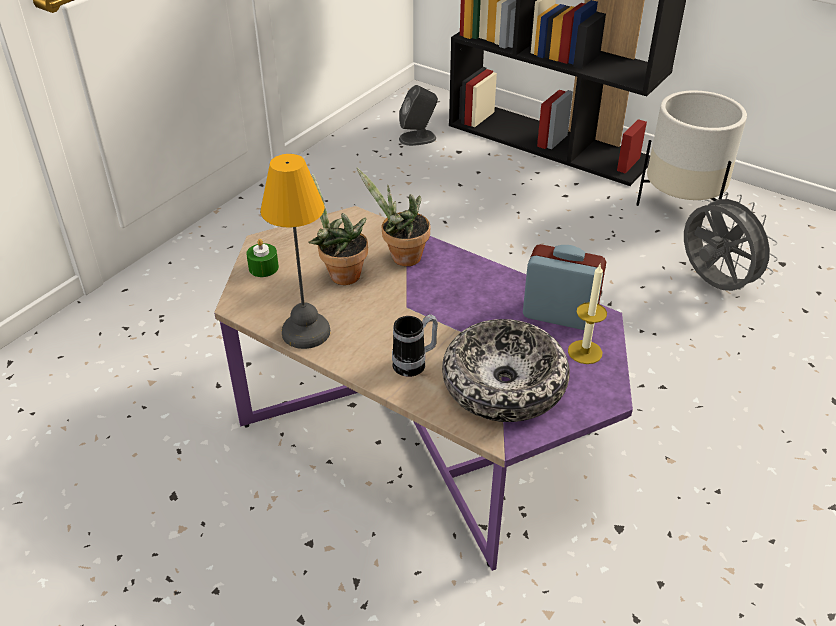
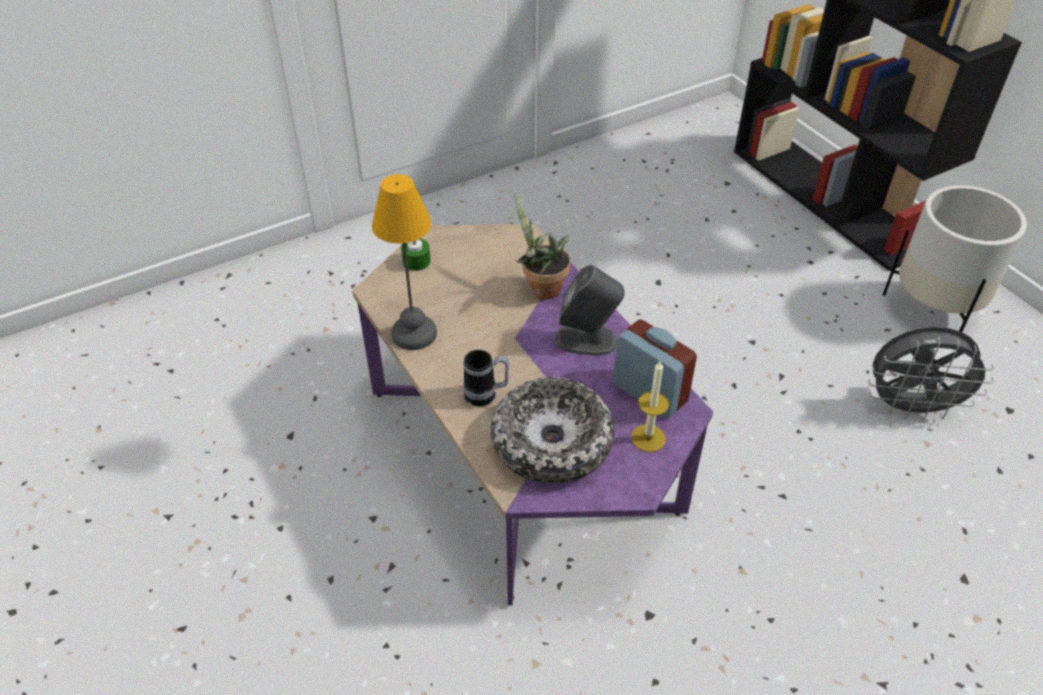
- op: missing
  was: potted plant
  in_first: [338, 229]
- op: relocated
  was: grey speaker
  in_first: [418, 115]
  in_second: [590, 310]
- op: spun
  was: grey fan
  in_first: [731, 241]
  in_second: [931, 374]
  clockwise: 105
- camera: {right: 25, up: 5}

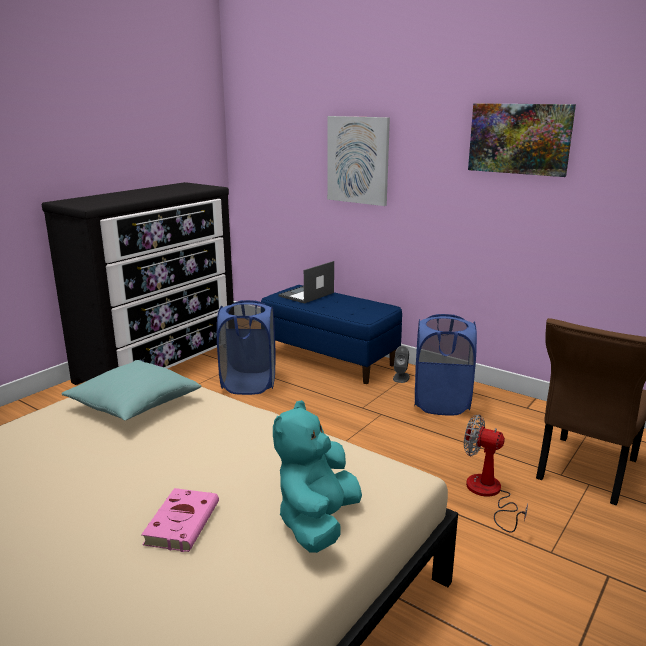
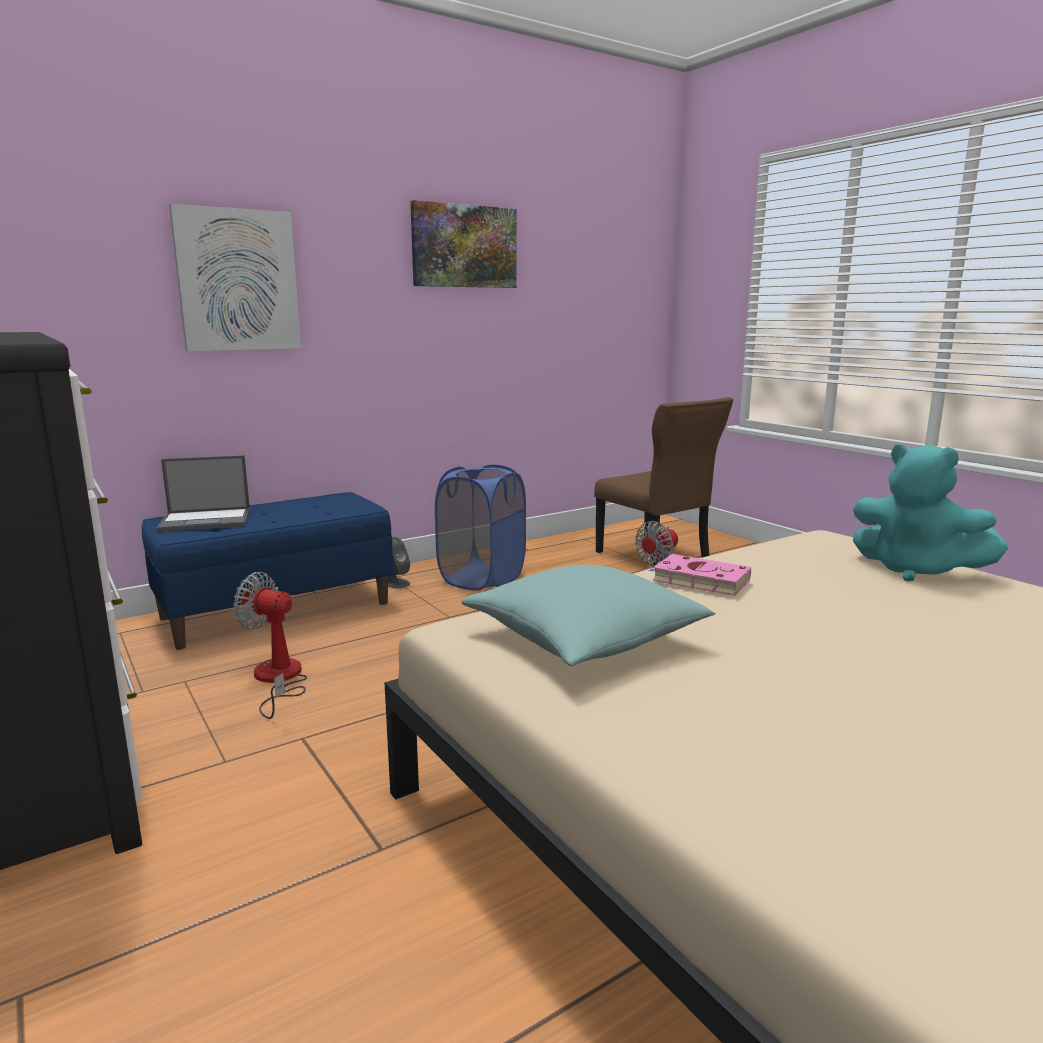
- op: relocated
  was: pink book
  in_first: [180, 520]
  in_second: [699, 575]
- op: exchanged
  was: blue laundry basket
  now: fan
  in_first: [246, 347]
  in_second: [270, 645]
- op: spun
  was: laptop
  in_first: [306, 282]
  in_second: [203, 493]
  clockwise: -75
- camera: {right: -70, up: -5}

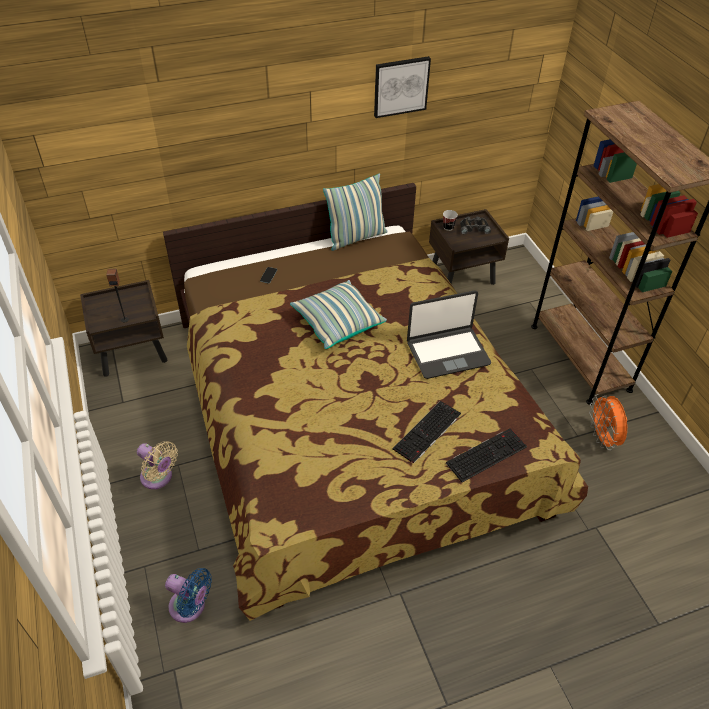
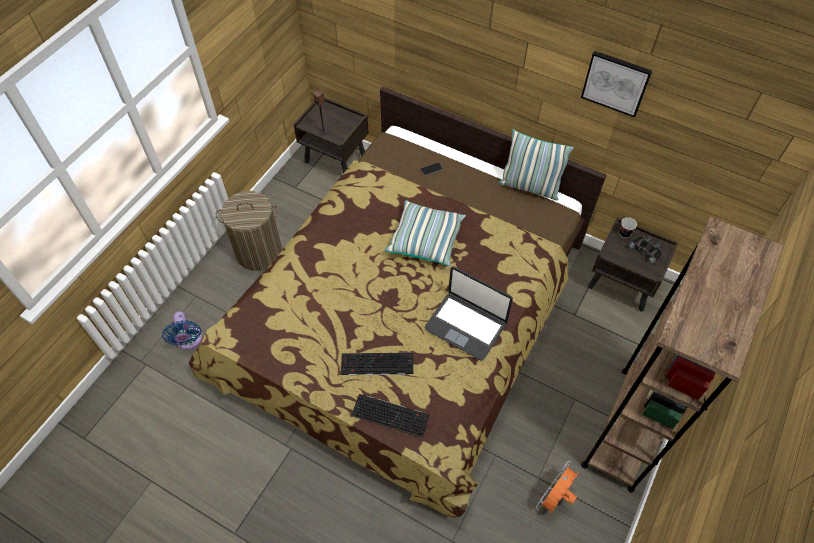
- op: exchanged
  was: beige fan
  now: laundry basket
  in_first: [157, 465]
  in_second: [249, 231]
- camera: {right: 50, up: 10}

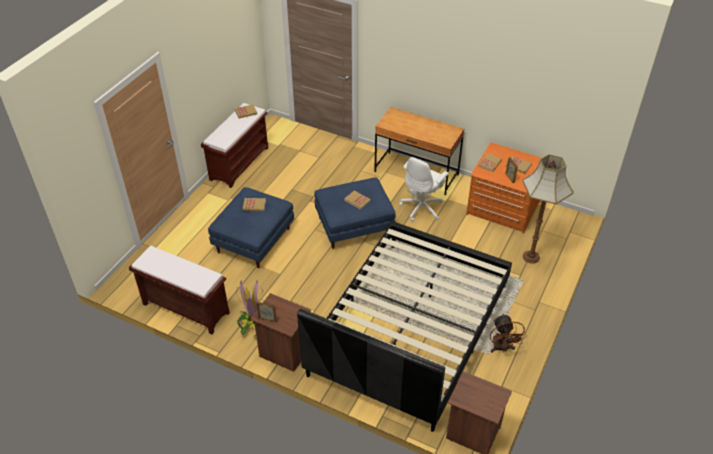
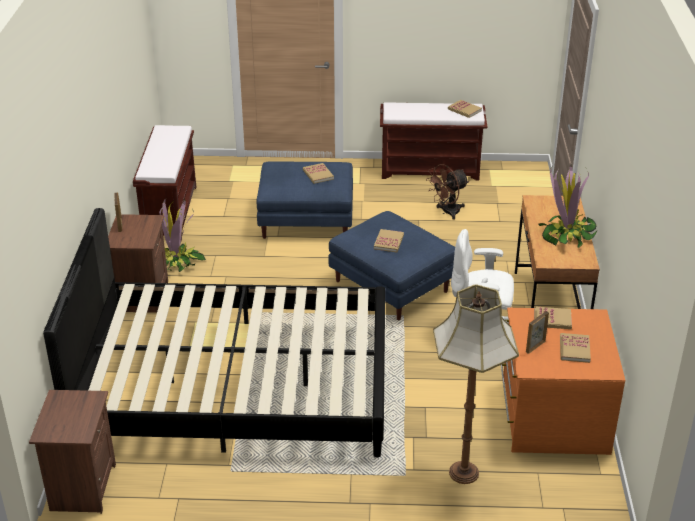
- op: relocated
  was: brown fan
  in_first: [508, 333]
  in_second: [447, 192]
- op: appeared
  now: potted plant
  in_second: [567, 206]
- camera: {right: 65, up: -10}

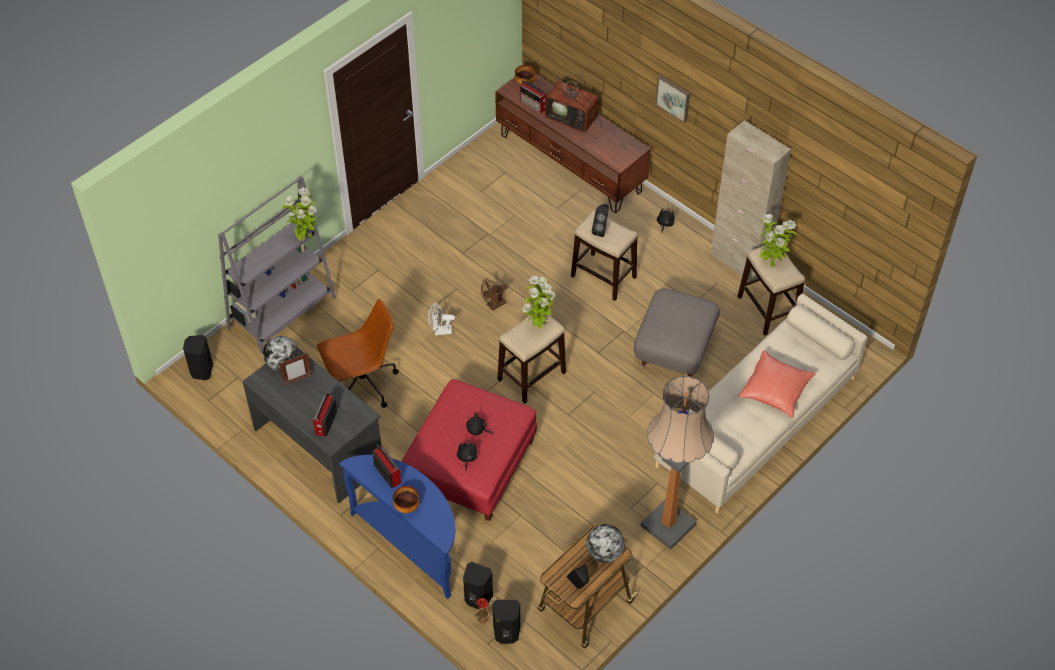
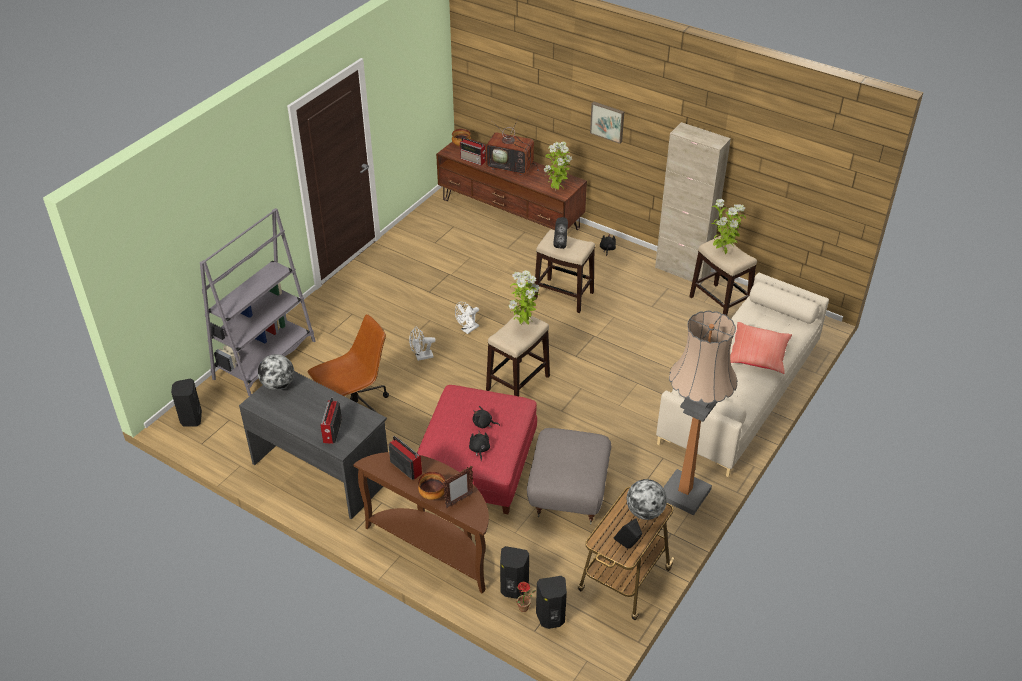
- op: relocated
  was: picture frame
  in_first: [295, 369]
  in_second: [458, 487]
- op: relocated
  was: potted plant
  in_first: [299, 214]
  in_second: [557, 166]
- op: colour
  was: blue console table
  now: brown console table
  in_first: [397, 527]
  in_second: [421, 523]
- op: colour
  was: brown fan
  now: white fan
  in_first: [494, 295]
  in_second: [467, 318]
- op: relocated
  was: grey ottoman
  in_first: [677, 332]
  in_second: [569, 476]
- camera: {right: -10, up: -10}

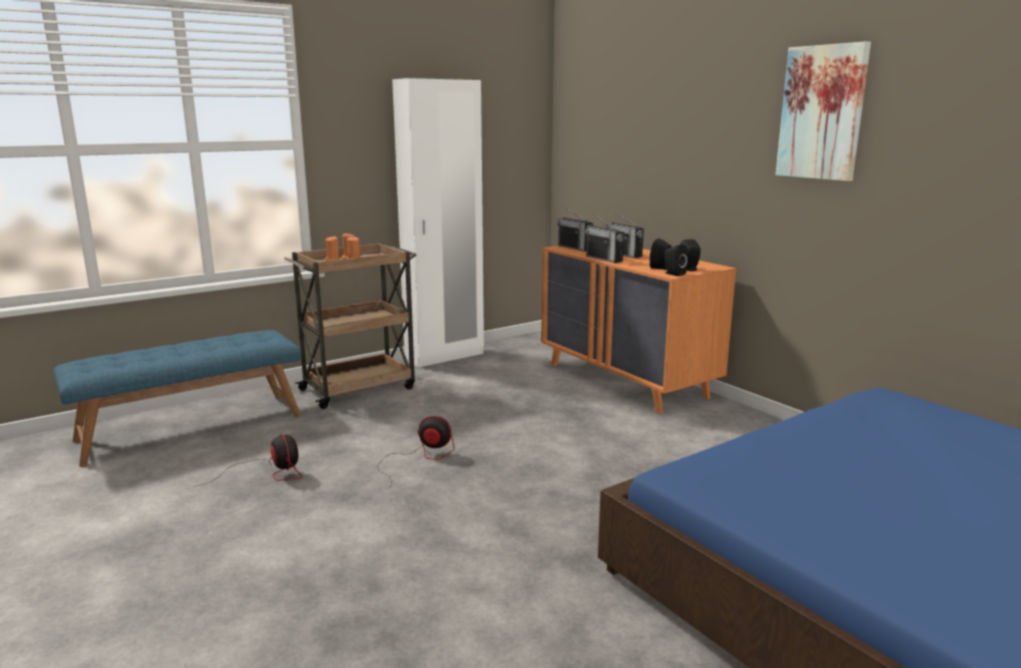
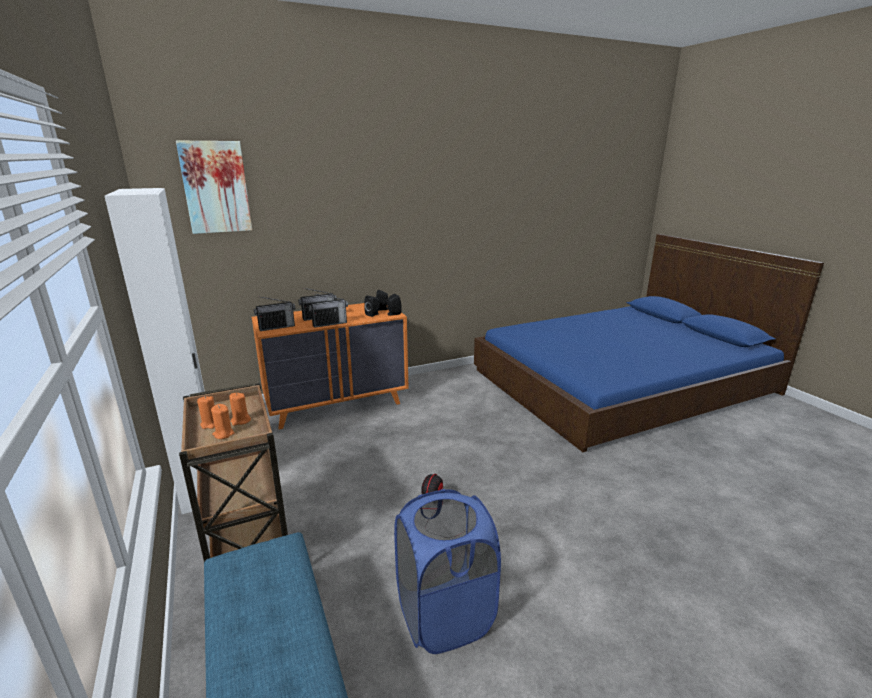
- op: exchanged
  was: fan
  now: blue laundry basket
  in_first: [248, 460]
  in_second: [447, 571]
- op: relocated
  was: picture
  in_first: [823, 111]
  in_second: [214, 187]
- camera: {right: -80, up: 5}

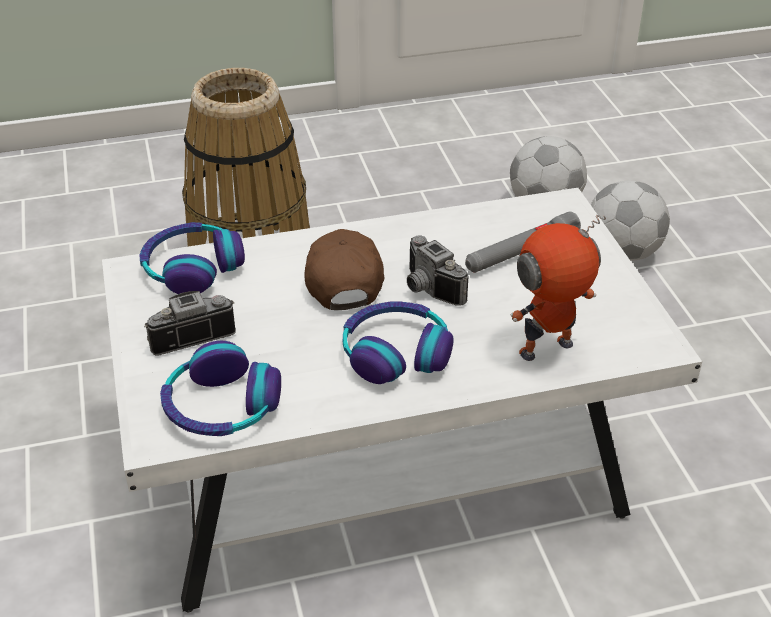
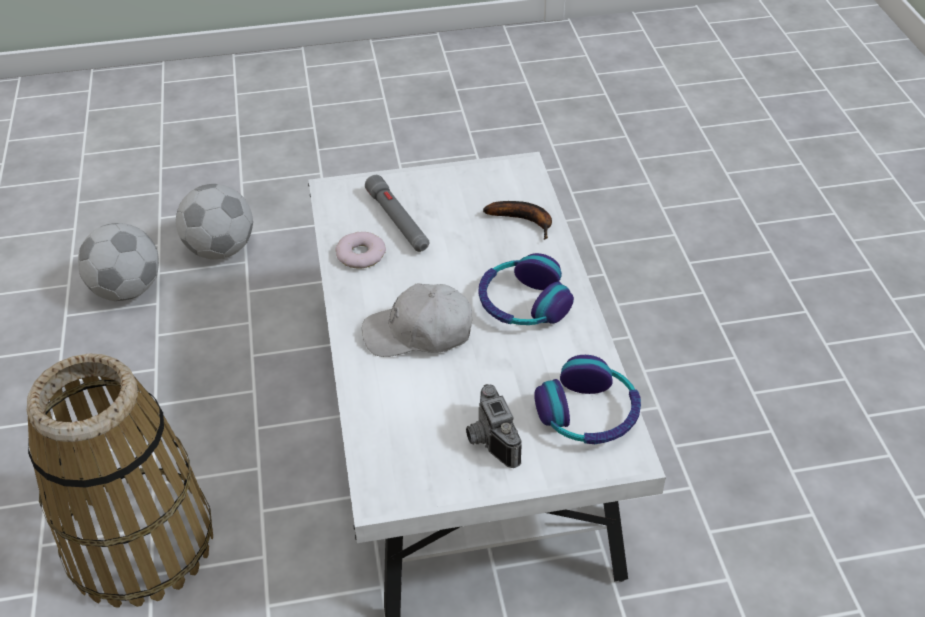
- op: missing
  was: headphones
  in_first: [192, 258]
- op: colour
  was: brown cap
  now: white cap
  in_first: [345, 269]
  in_second: [417, 320]
- op: missing
  was: photo camera
  in_first: [437, 271]
- op: exchanged
  was: toy robot
  now: banana
  in_first: [558, 288]
  in_second: [517, 220]
- op: appeared
  now: donut
  in_second: [360, 250]
- camera: {right: -85, up: 5}

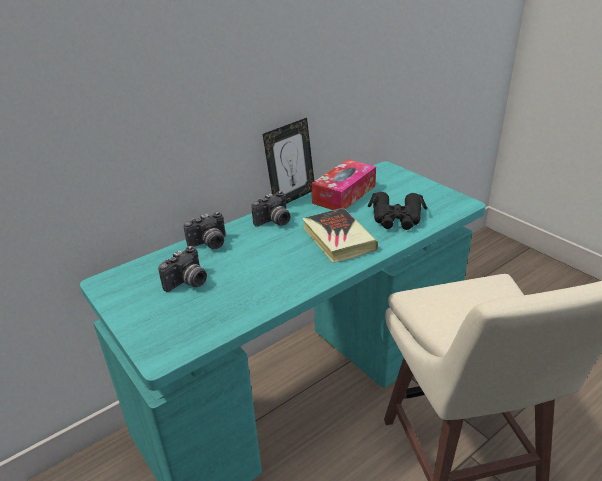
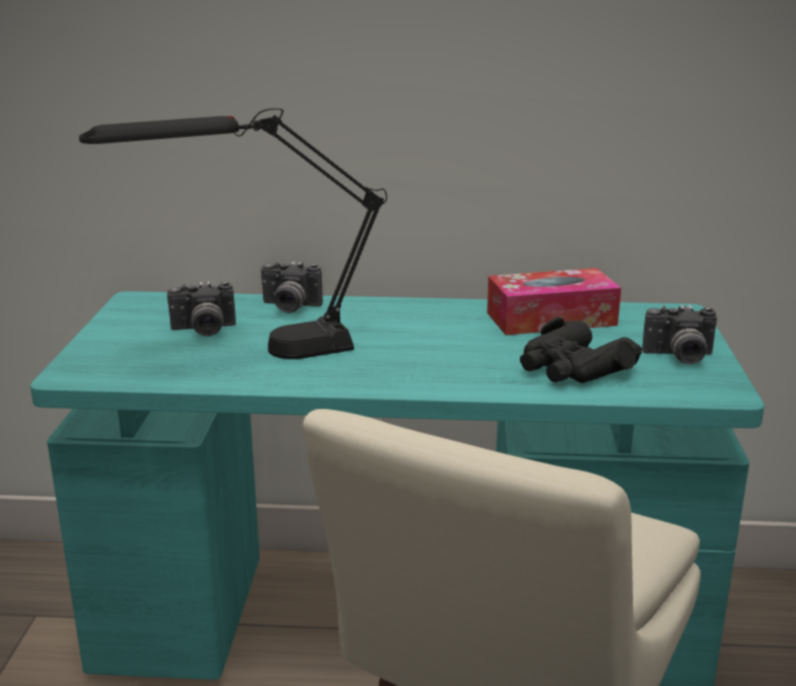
- op: relocated
  was: photo camera
  in_first: [270, 209]
  in_second: [679, 334]
- op: missing
  was: picture frame
  in_first: [288, 161]
- op: missing
  was: book
  in_first: [340, 235]
- op: appeared
  now: black table lamp
  in_second: [233, 233]
- camera: {right: 40, up: -10}

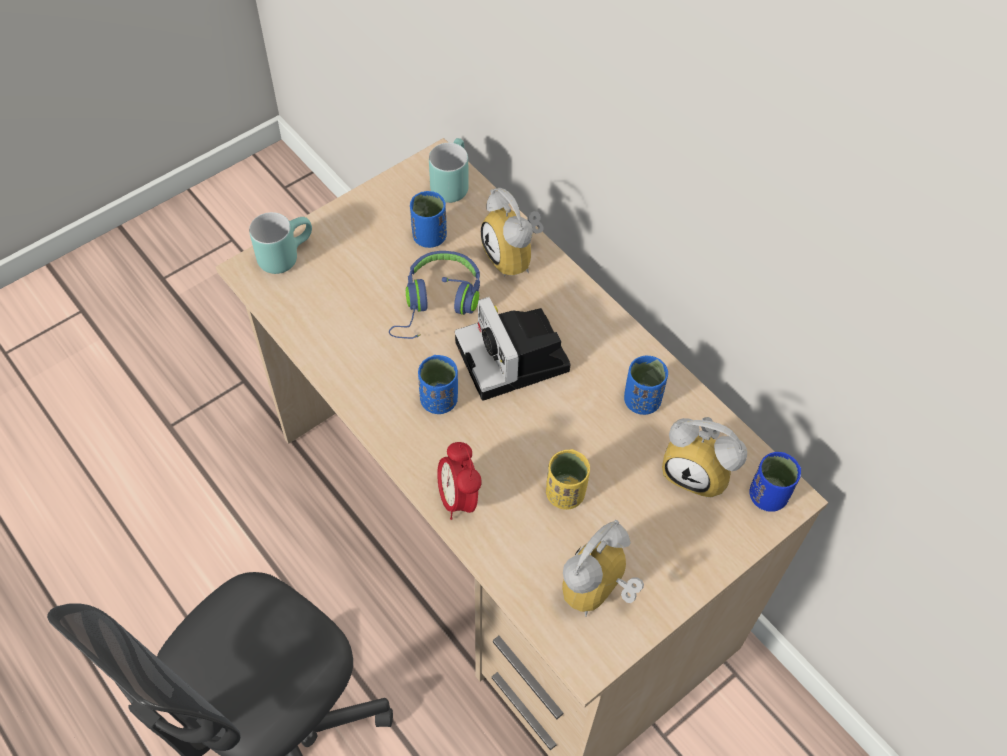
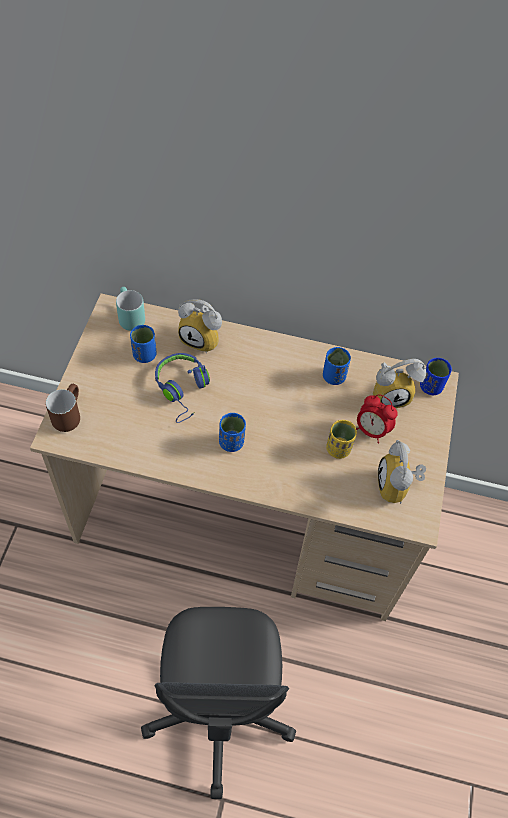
- op: colour
  was: turquoise mug
  now: brown mug
  in_first: [280, 243]
  in_second: [63, 408]
- op: relocated
  was: alarm clock
  in_first: [459, 481]
  in_second: [377, 419]
- op: missing
  was: photo camera
  in_first: [513, 349]
- camera: {right: -40, up: 0}

